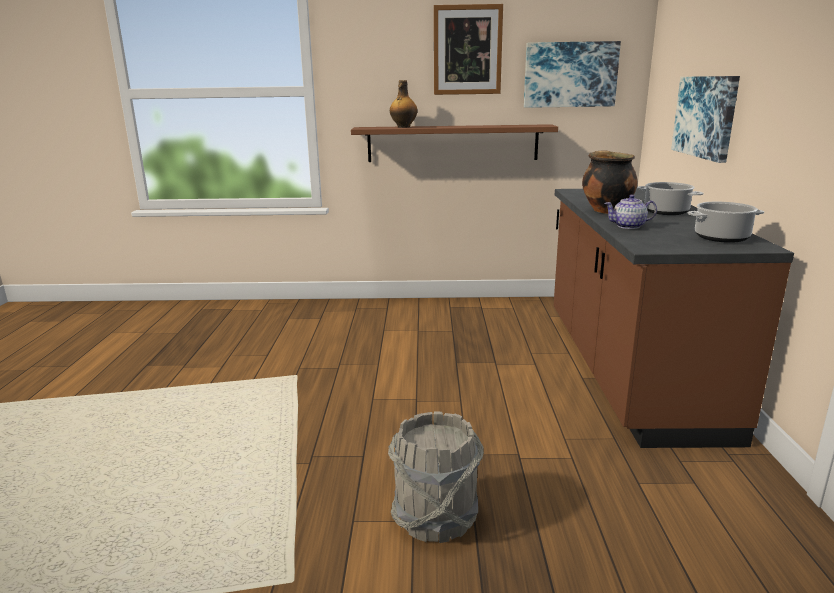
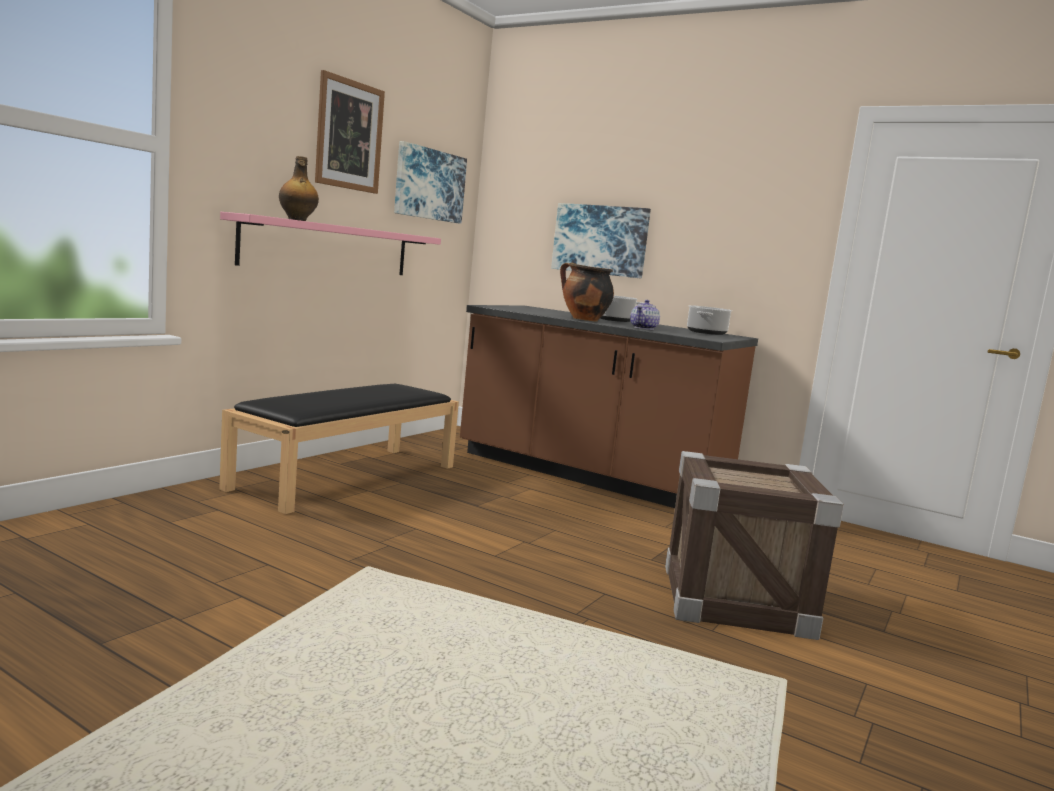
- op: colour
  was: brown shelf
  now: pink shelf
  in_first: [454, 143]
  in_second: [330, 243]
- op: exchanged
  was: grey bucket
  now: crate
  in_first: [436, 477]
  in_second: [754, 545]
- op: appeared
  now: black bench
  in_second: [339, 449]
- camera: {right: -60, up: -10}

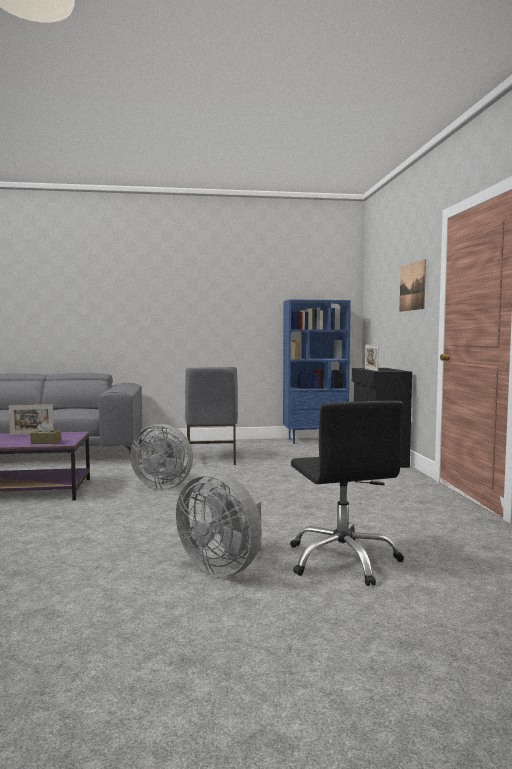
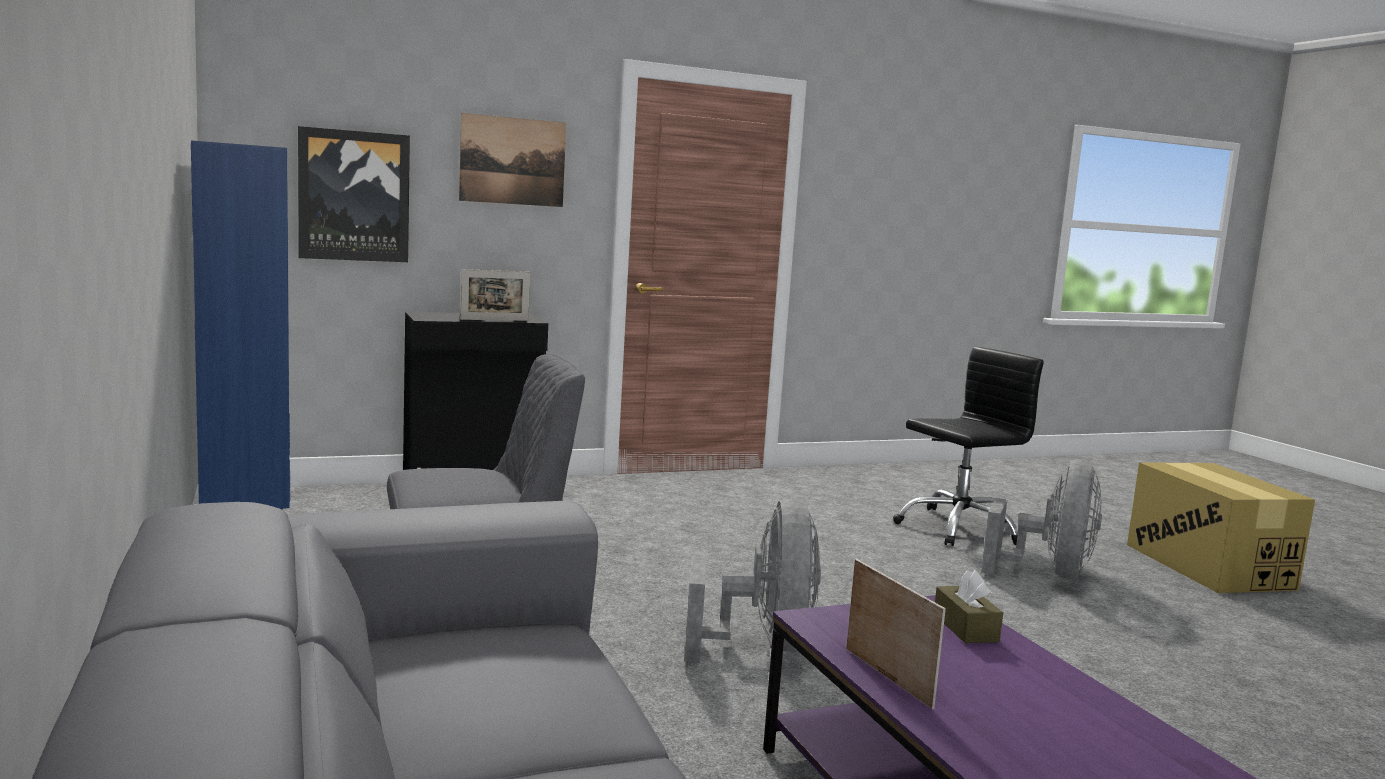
- op: appeared
  now: picture
  in_second: [354, 194]
- op: appeared
  now: cardboard box
  in_second: [1221, 527]
- camera: {right: -105, up: 5}

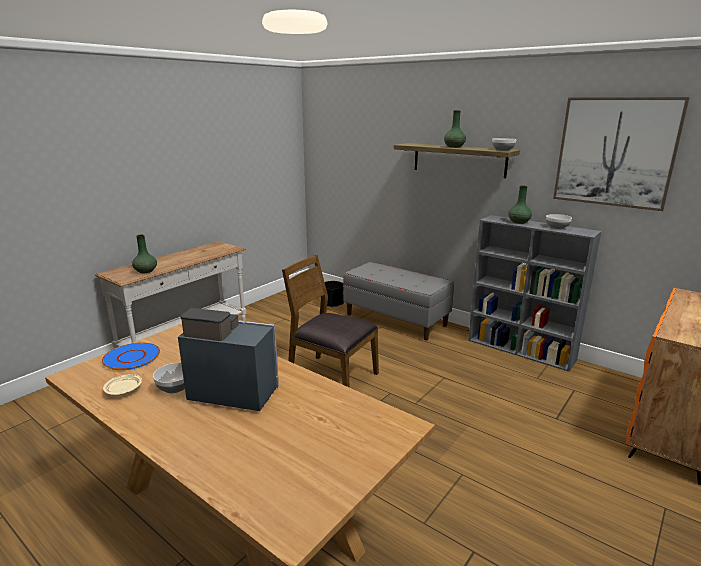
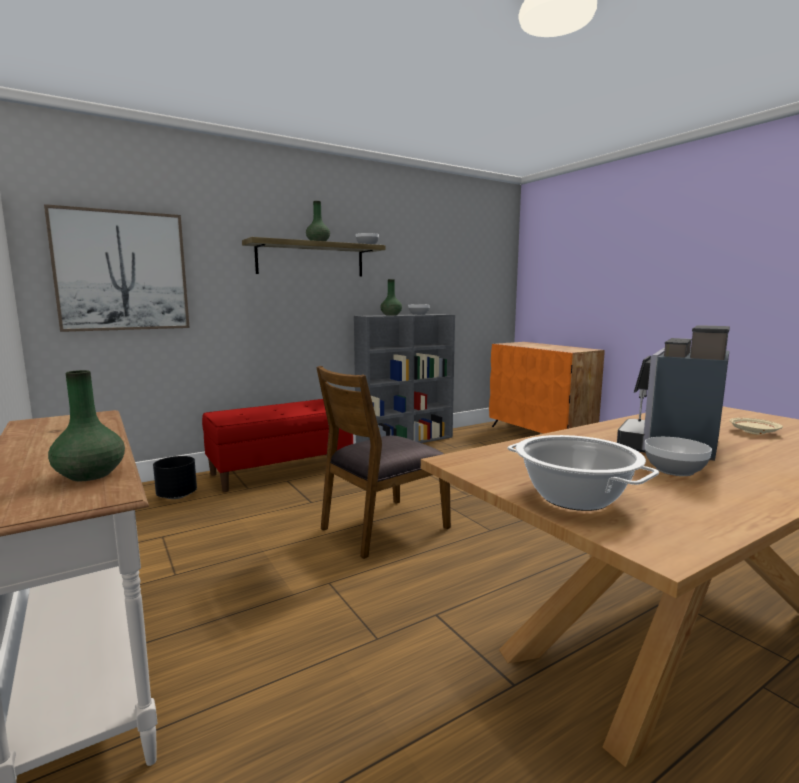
- op: exchanged
  was: blue plate
  now: cooking pot
  in_first: [131, 356]
  in_second: [583, 473]
- op: relocated
  was: beige plate
  in_first: [122, 385]
  in_second: [756, 426]
- op: colour
  was: grey bench
  now: red bench
  in_first: [398, 301]
  in_second: [277, 445]
- op: relocated
  was: picture
  in_first: [621, 154]
  in_second: [117, 268]
- camera: {right: -70, up: -10}

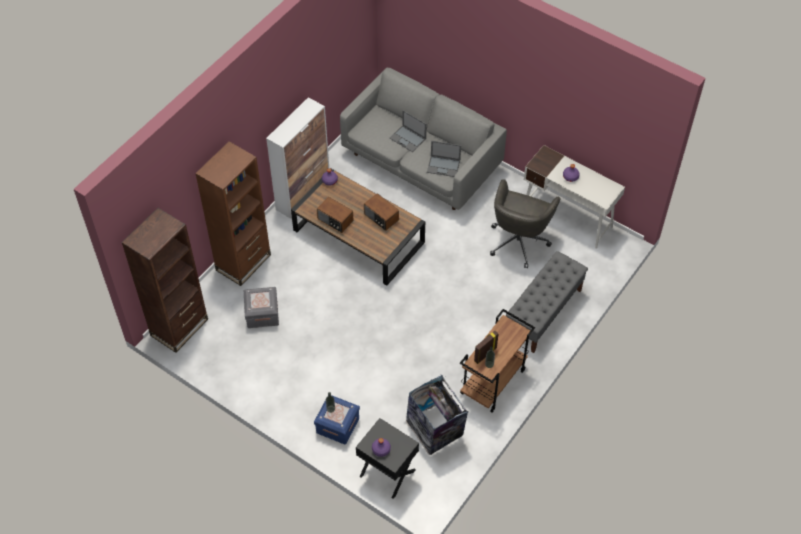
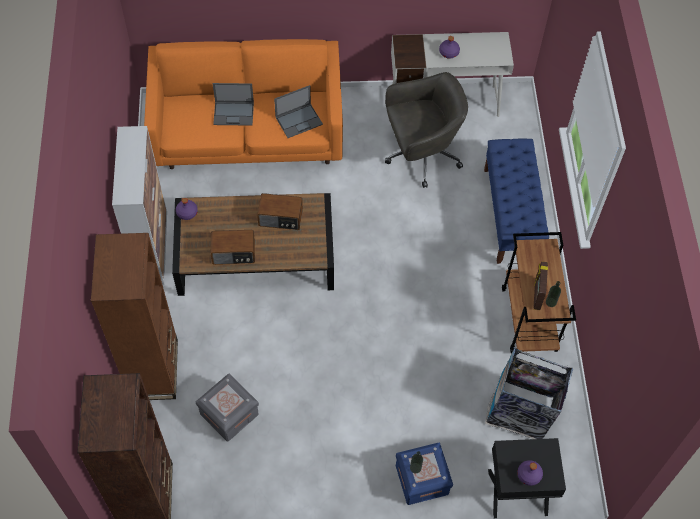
- op: colour
  was: grey sofa
  now: orange sofa
  in_first: [423, 139]
  in_second: [243, 104]
- op: spun
  was: grey office chair
  in_first: [525, 223]
  in_second: [426, 130]
  clockwise: -90
- op: colour
  was: grey bench
  now: blue bench
  in_first: [547, 302]
  in_second: [516, 201]
- camera: {right: -40, up: 5}

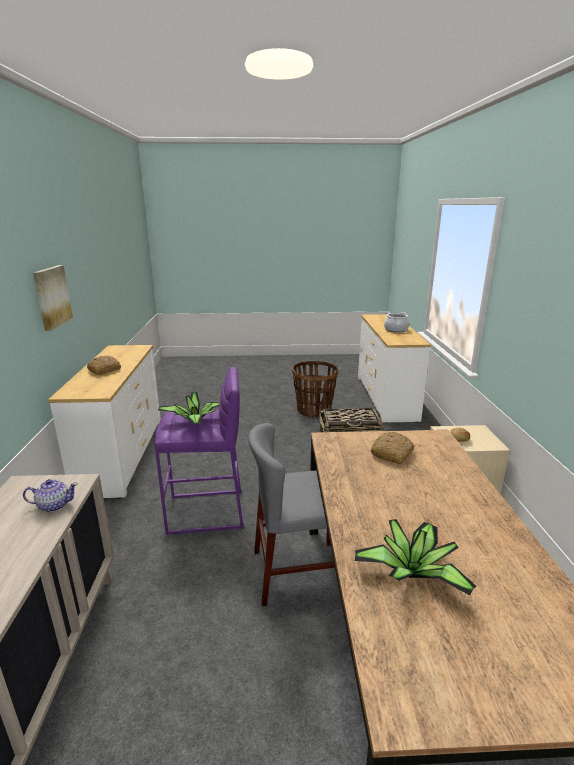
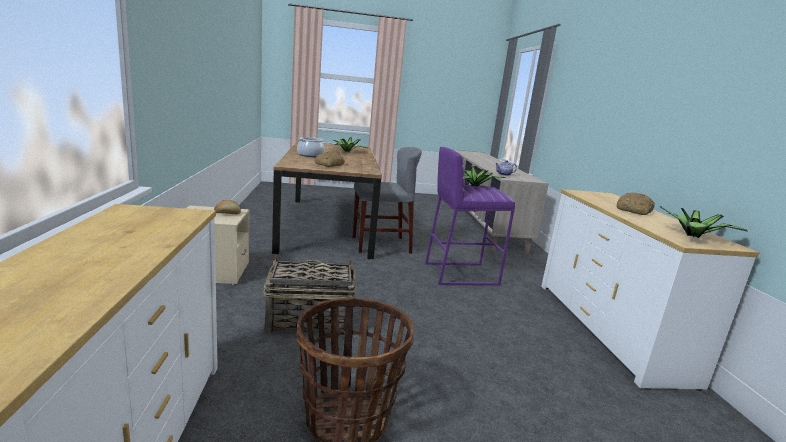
- op: missing
  was: picture
  in_first: [53, 298]
- op: relocated
  was: cooking pot
  in_first: [396, 322]
  in_second: [311, 147]
- op: appeared
  now: potted plant
  in_second: [704, 222]
- camera: {right: 175, up: -5}

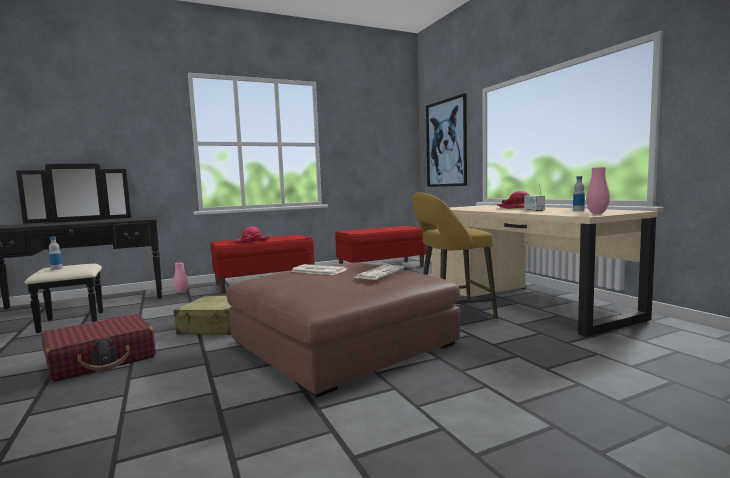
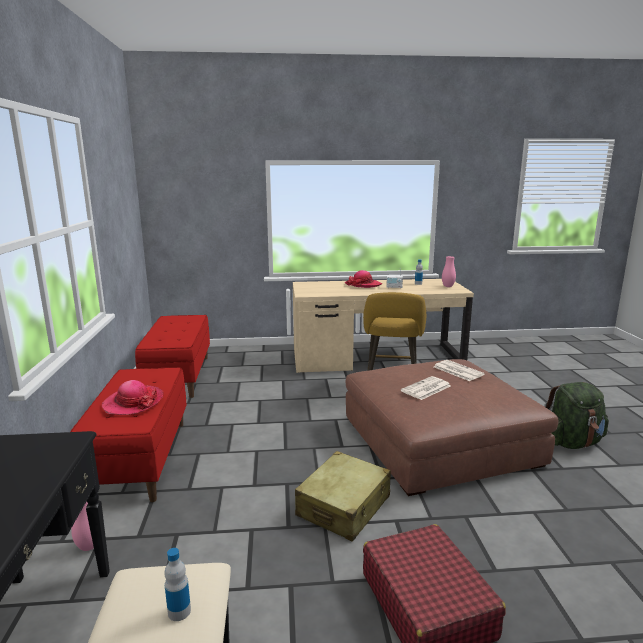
- op: missing
  was: picture
  in_first: [446, 140]
- op: appeared
  now: green backpack
  in_second: [576, 415]
- camera: {right: -70, up: 10}

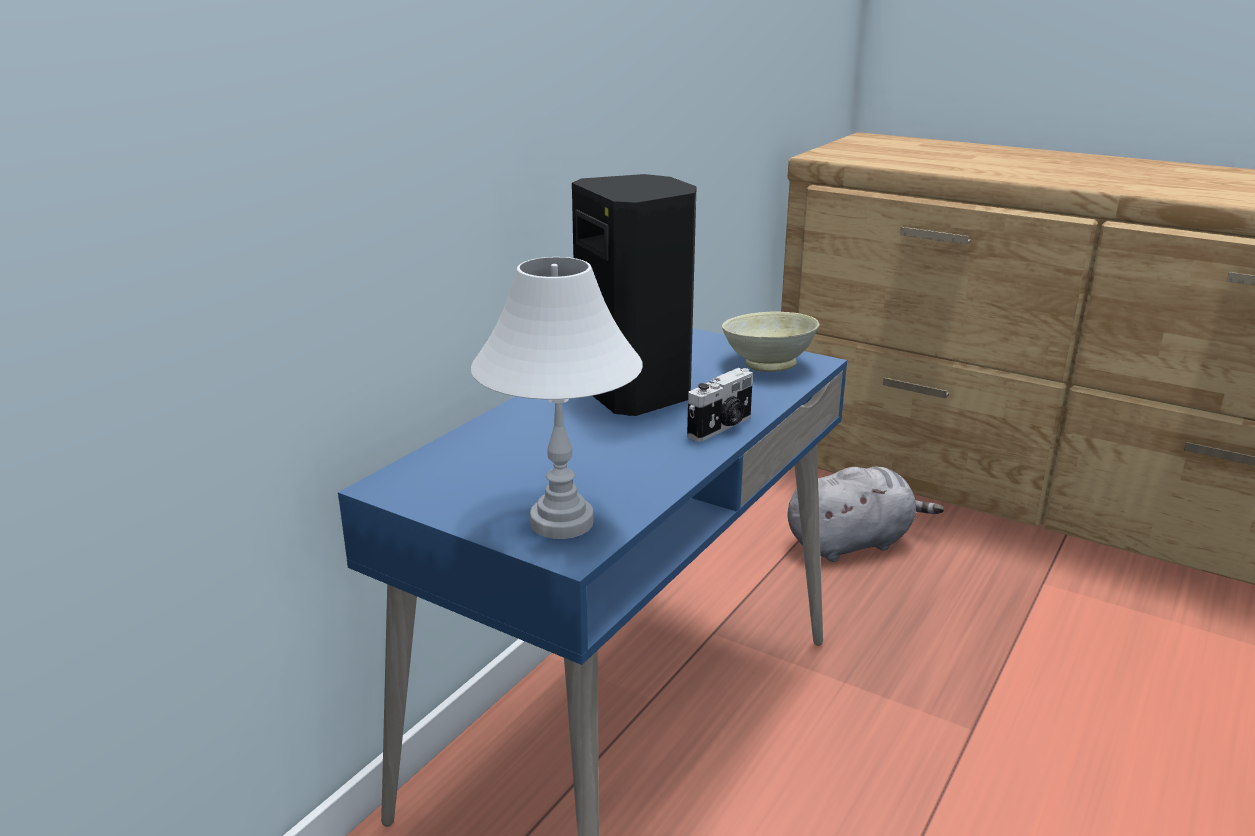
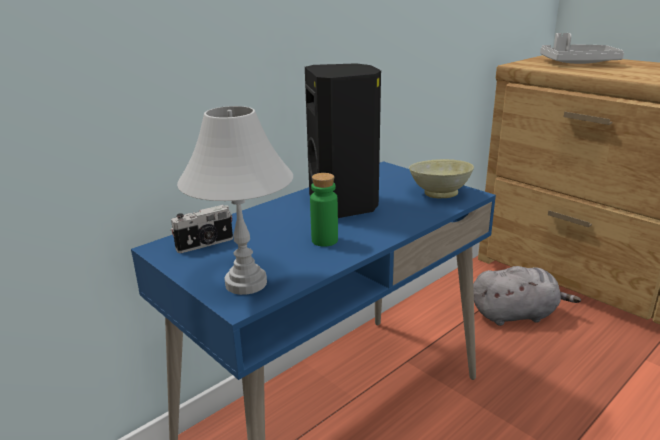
- op: relocated
  was: photo camera
  in_first: [720, 405]
  in_second: [202, 229]
- op: appeared
  now: green bottle
  in_second: [324, 210]
- op: appeared
  now: grey tray
  in_second: [582, 48]
- camera: {right: 15, up: 0}

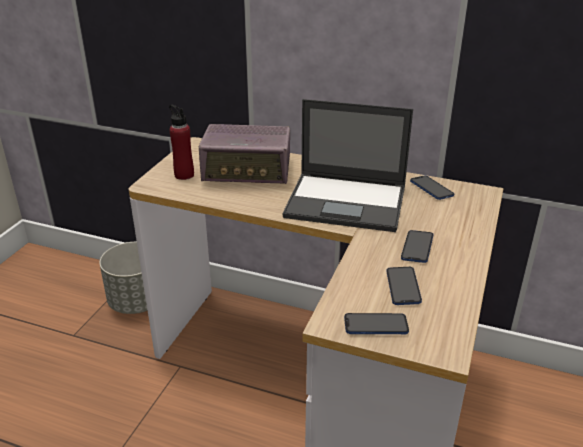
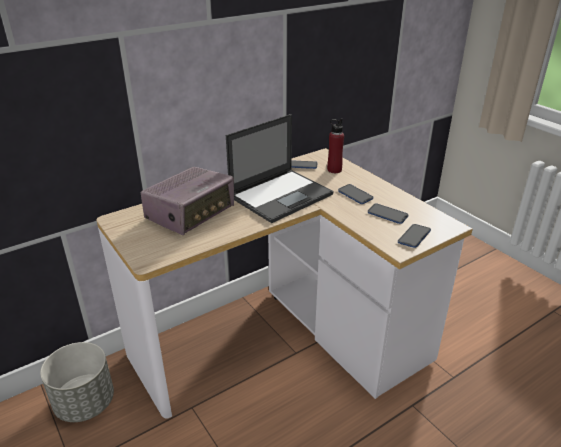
- op: relocated
  was: red bottle
  in_first: [181, 142]
  in_second: [335, 145]
- camera: {right: -55, up: 0}

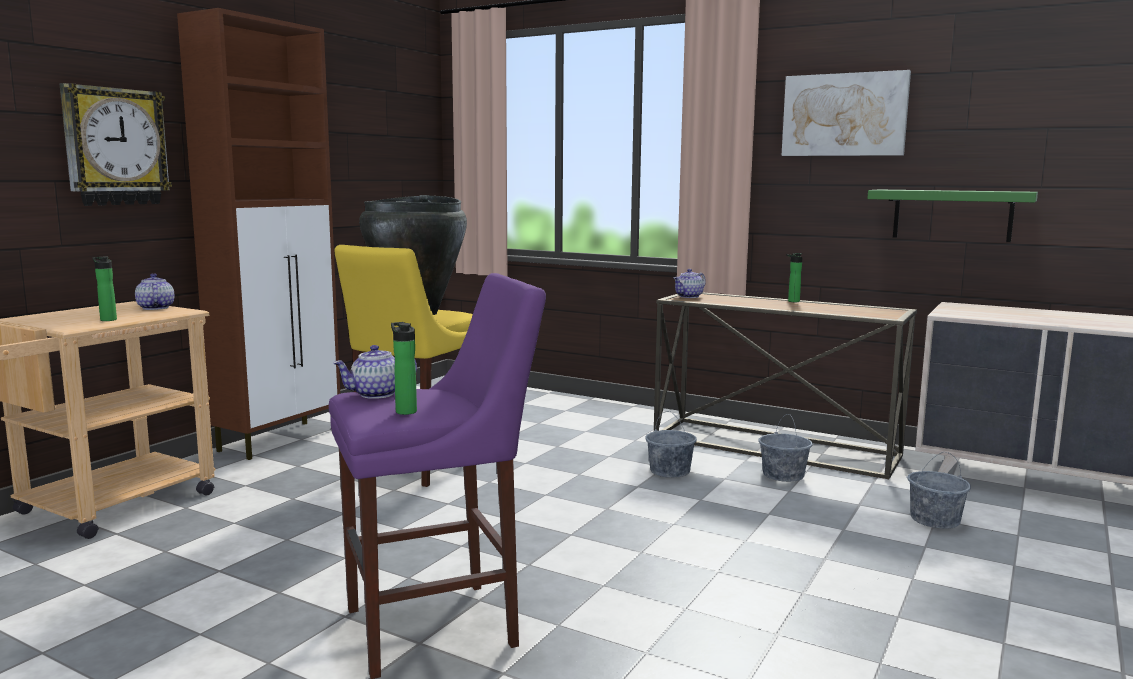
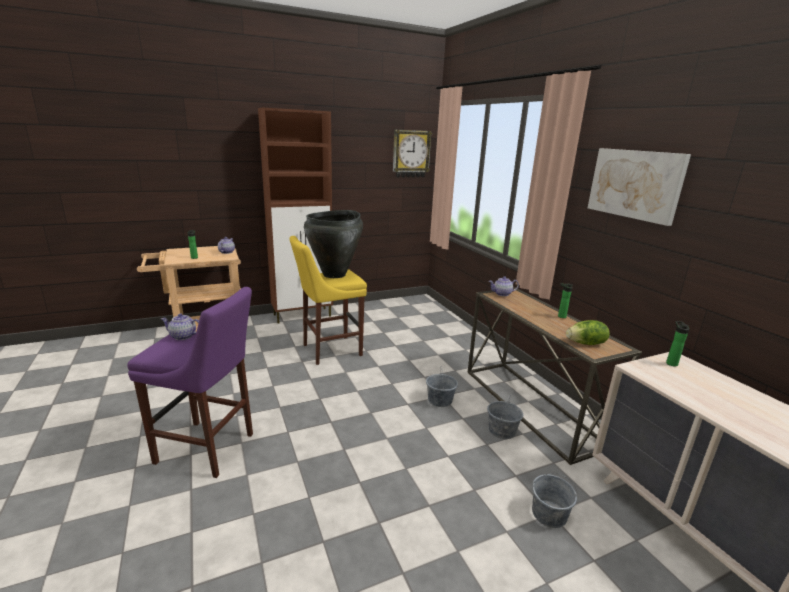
- op: relocated
  was: wall clock
  in_first: [116, 144]
  in_second: [412, 153]
- op: relocated
  was: bottle
  in_first: [404, 368]
  in_second: [677, 344]
- op: missing
  was: green shelf
  in_first: [952, 216]
- op: appeared
  now: lettuce
  in_second: [588, 332]
- camera: {right: 35, up: 10}

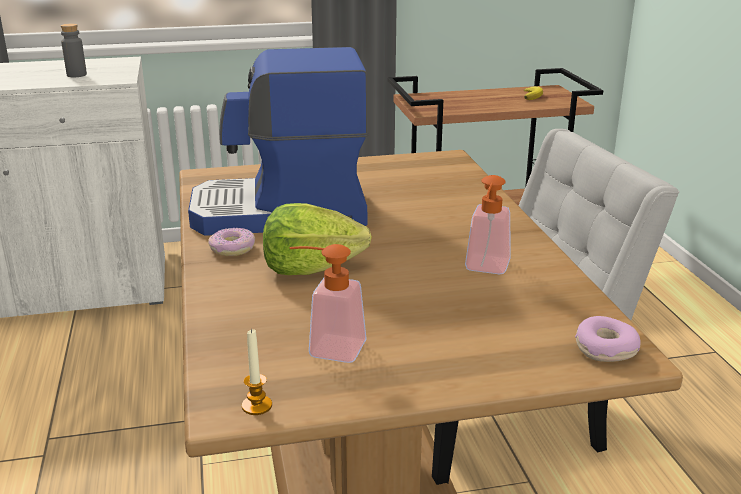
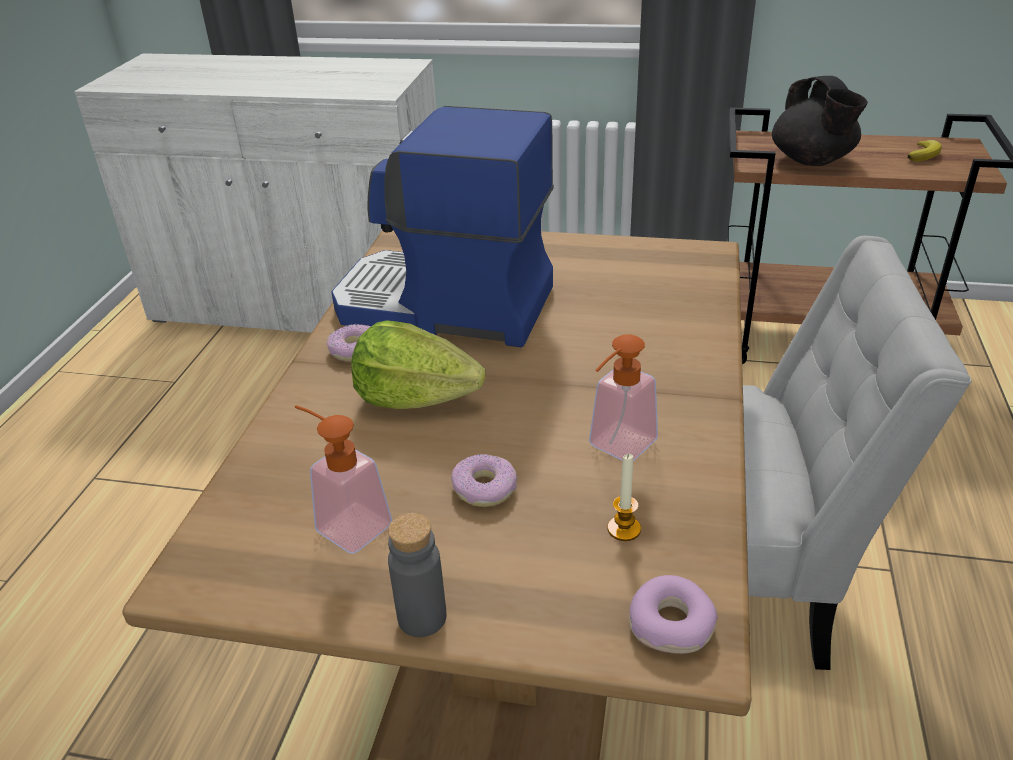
- op: relocated
  was: grey bottle
  in_first: [74, 50]
  in_second: [417, 575]
- op: relocated
  was: candle
  in_first: [257, 372]
  in_second: [624, 497]
- op: appeared
  now: donut
  in_second: [484, 480]
- op: appeared
  now: black teapot
  in_second: [820, 121]
- camera: {right: 25, up: 10}

